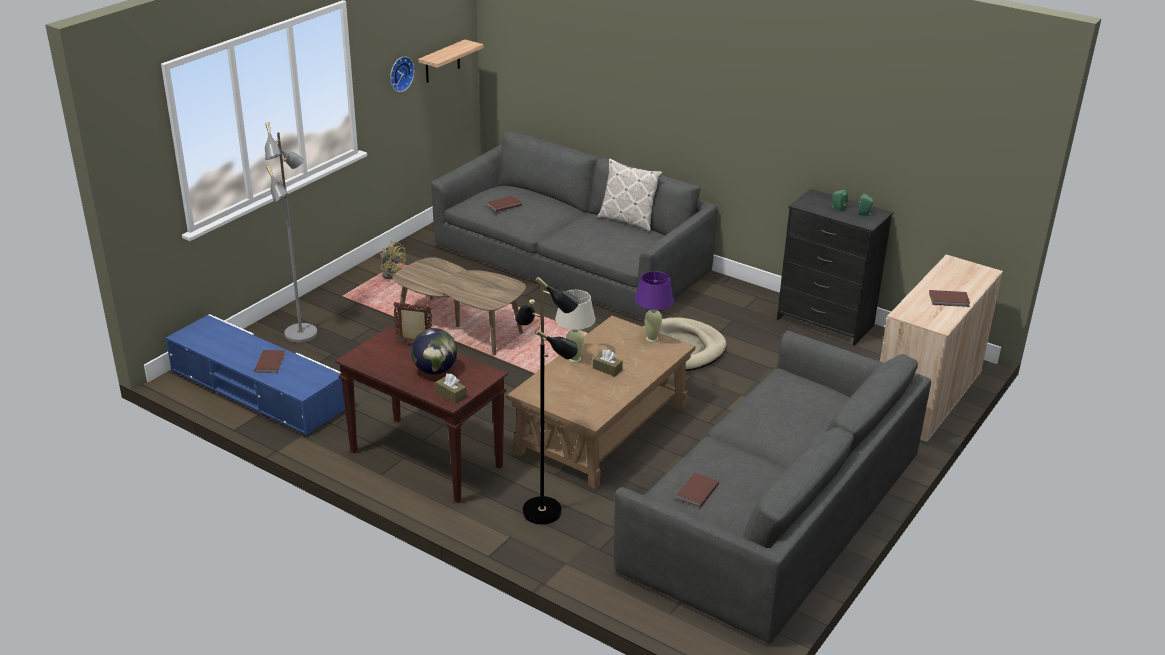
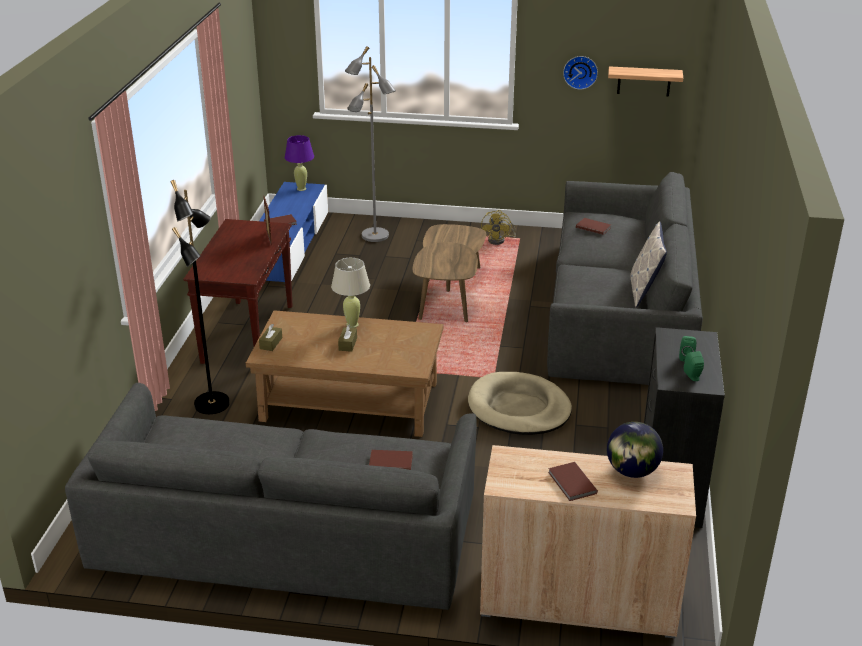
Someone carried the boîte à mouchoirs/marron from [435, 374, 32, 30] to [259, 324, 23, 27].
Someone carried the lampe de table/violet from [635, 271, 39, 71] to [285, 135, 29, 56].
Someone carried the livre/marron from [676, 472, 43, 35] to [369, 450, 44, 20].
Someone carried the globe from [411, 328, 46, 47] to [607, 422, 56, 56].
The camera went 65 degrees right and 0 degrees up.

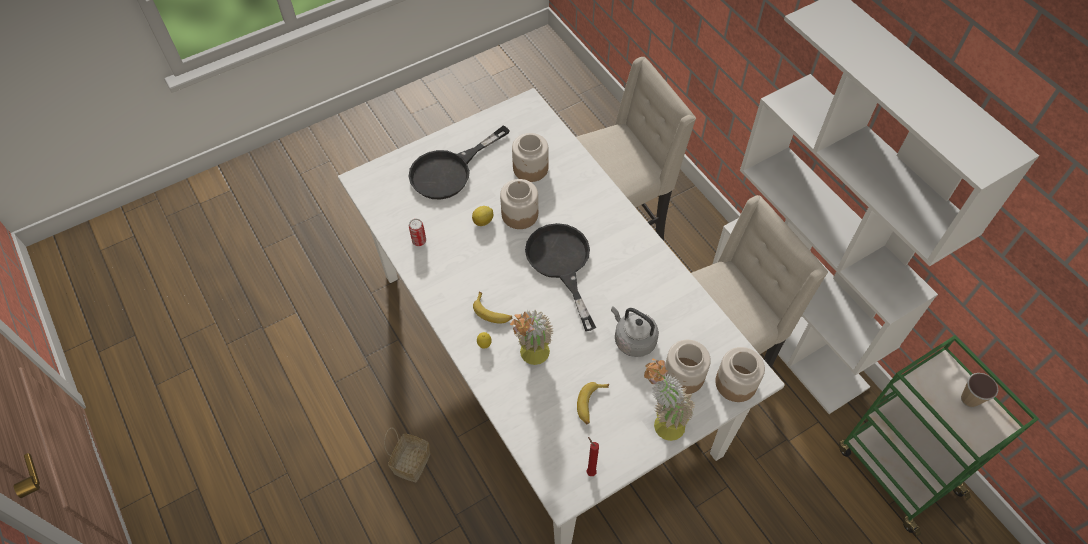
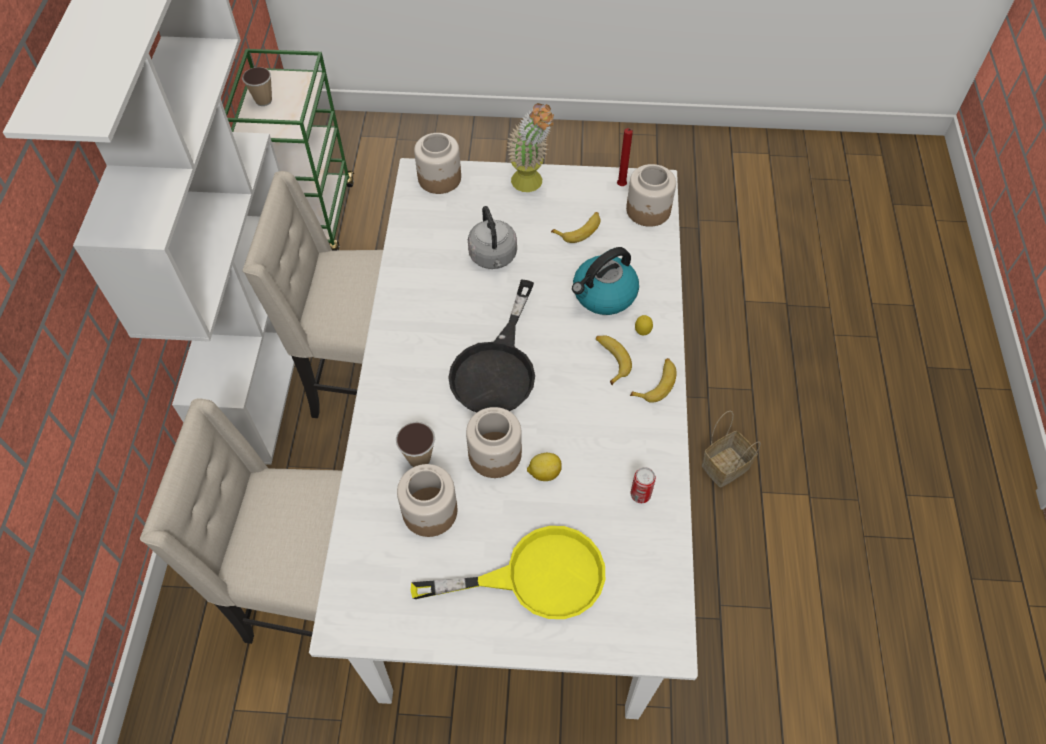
Someone put down the tasse at [396, 422, 39, 45].
Someone repainted the poêle/noir at [408, 125, 102, 74], which became the poêle/jaune at [411, 526, 194, 93].
Someone swapped the plante en pot at [510, 310, 43, 55] for the bouilloire at [572, 247, 67, 68].
Someone carried the bocal from [665, 340, 46, 54] to [626, 164, 50, 63].
Someone put down the banane at [630, 358, 46, 45].
The camera went 145 degrees left and 0 degrees up.

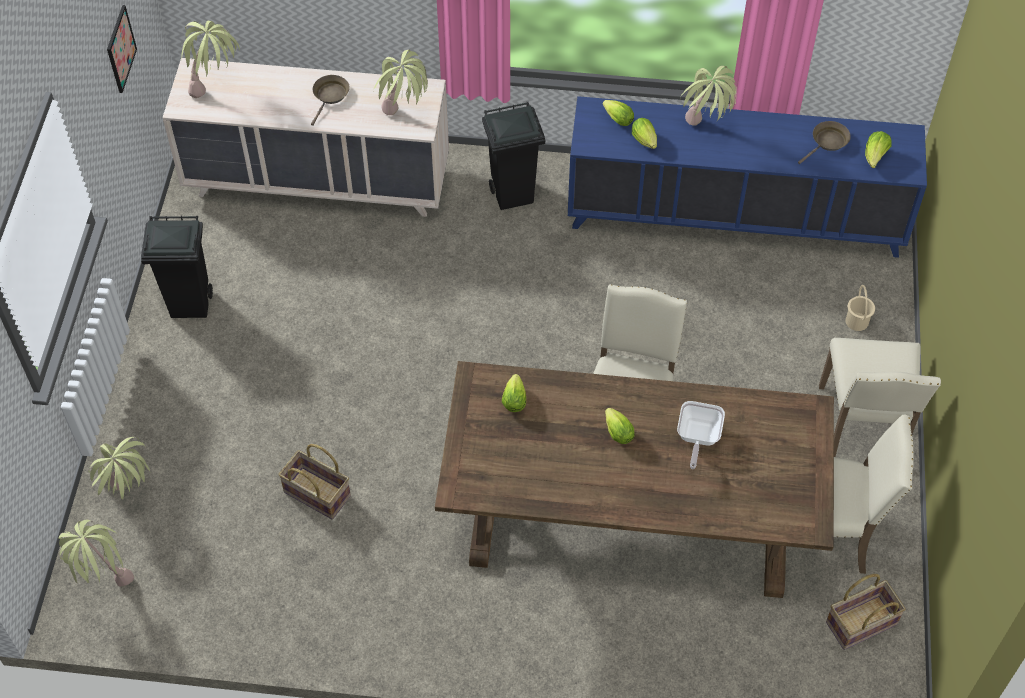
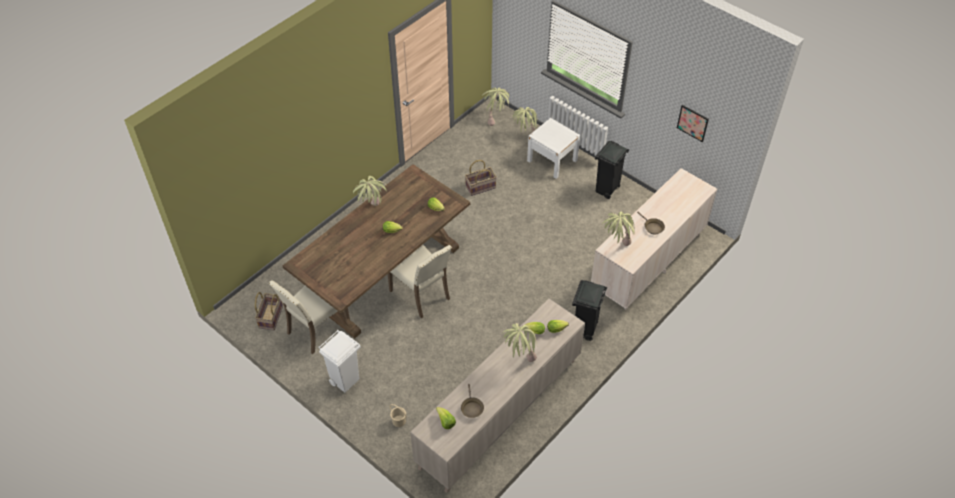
Someone swapped the chaise/beige at [819, 337, 122, 120] for the poubelle/blanc at [319, 330, 42, 63].
Someone carried the plante en pot from [181, 20, 59, 78] to [353, 176, 34, 30].
Someone repainted the meuble de rangement/bleu at [568, 96, 359, 162], which became the meuble de rangement/beige at [410, 298, 175, 195].
Someone put down the table de chevet/blanc at [527, 118, 53, 61].
Someone took away the poêle at [677, 401, 48, 68].
The camera went 125 degrees right and 5 degrees down.

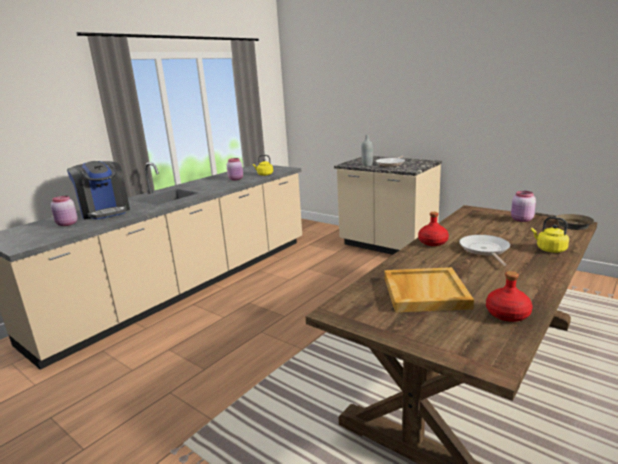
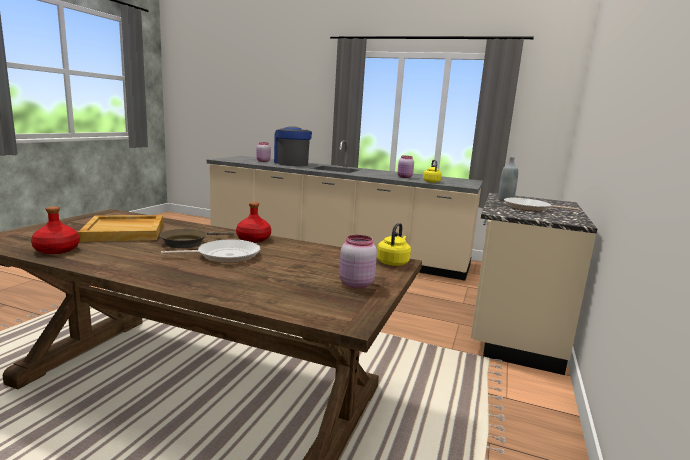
Someone carried the poêle/marron from [535, 212, 59, 18] to [160, 229, 74, 19].
Someone rotated the machine à café at [67, 161, 63, 58] by 120 degrees clockwise.
Someone carried the bouilloire/jaune from [531, 217, 38, 36] to [377, 223, 34, 43].
The camera went 70 degrees right and 5 degrees down.

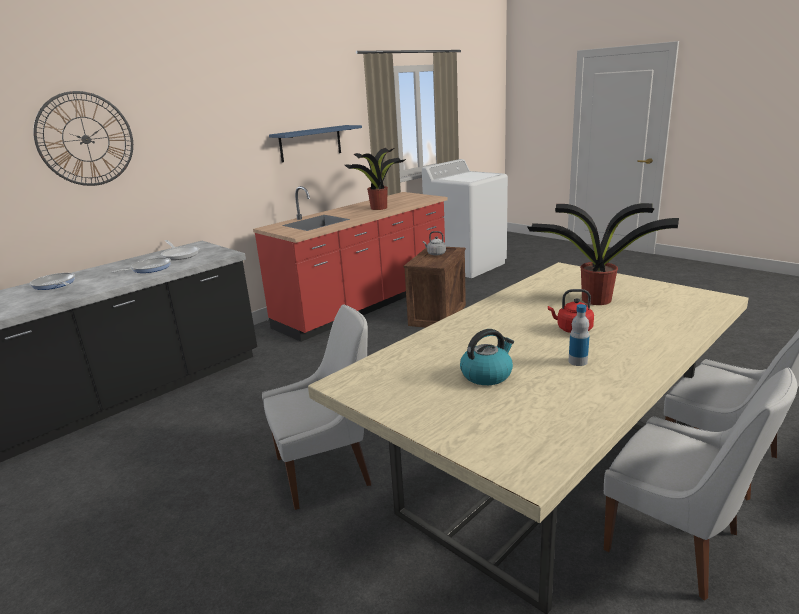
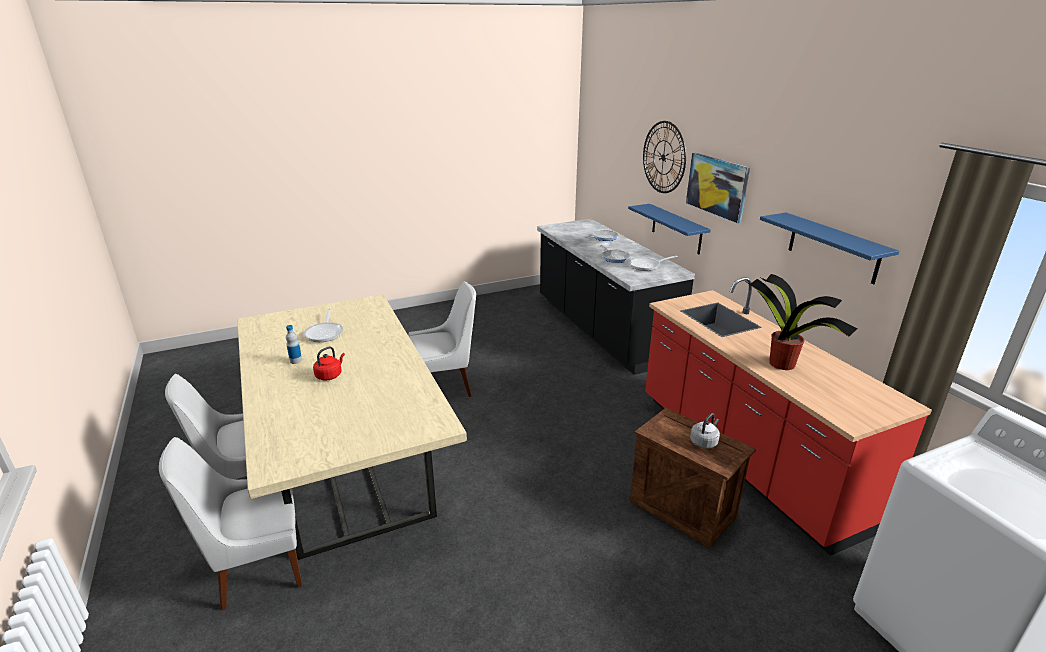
Someone swapped the bouilloire at [460, 329, 54, 56] for the poêle at [304, 308, 39, 34].
Someone rotated the chaise/blanc at [262, 305, 109, 205] by 105 degrees counterclockwise.
Someone put up the étagère/bleu at [628, 204, 83, 50].
Someone put up the tableau at [686, 153, 64, 70].
Someone took away the plante en pot at [528, 203, 151, 102].
The camera went 110 degrees right and 5 degrees up.

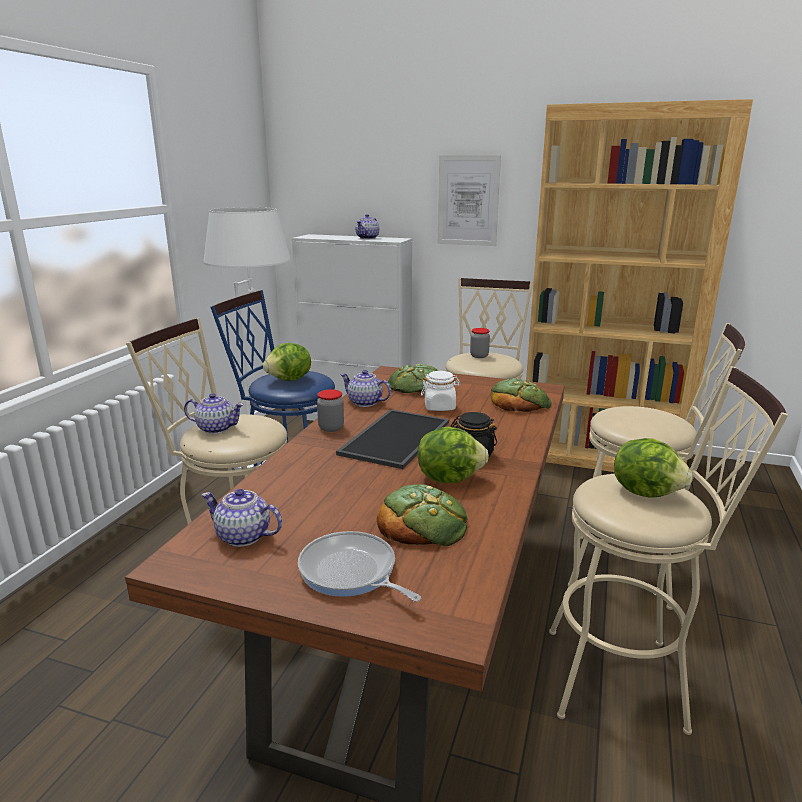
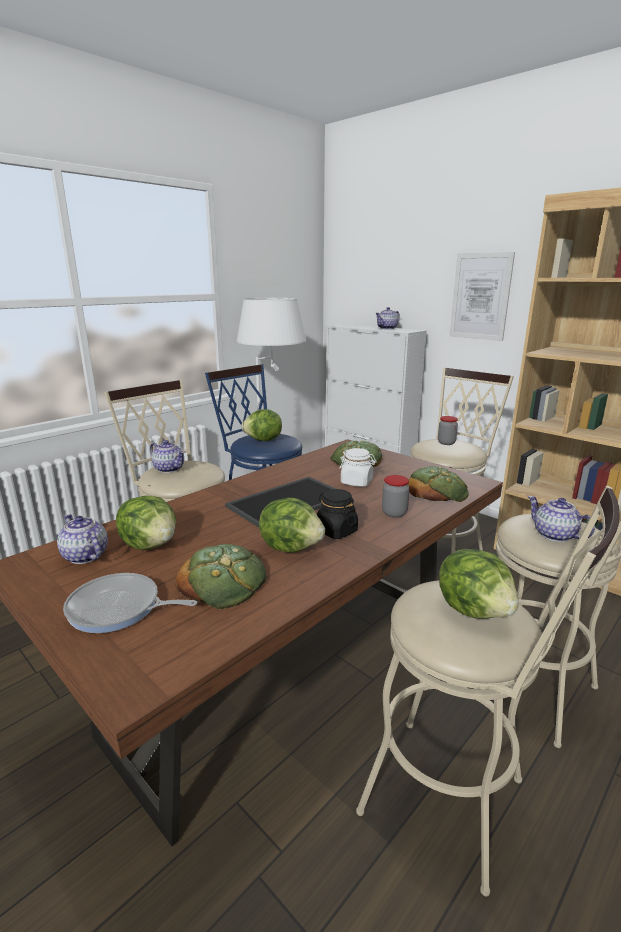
Someone rotated the poêle at [298, 531, 123, 71] by 60 degrees counterclockwise.
Someone put down the laitue at [116, 496, 60, 54].
Someone carried the bocal from [317, 389, 27, 43] to [382, 475, 28, 43].
Someone carried the théière from [340, 370, 51, 37] to [528, 496, 67, 46].
The camera went 25 degrees right and 0 degrees up.

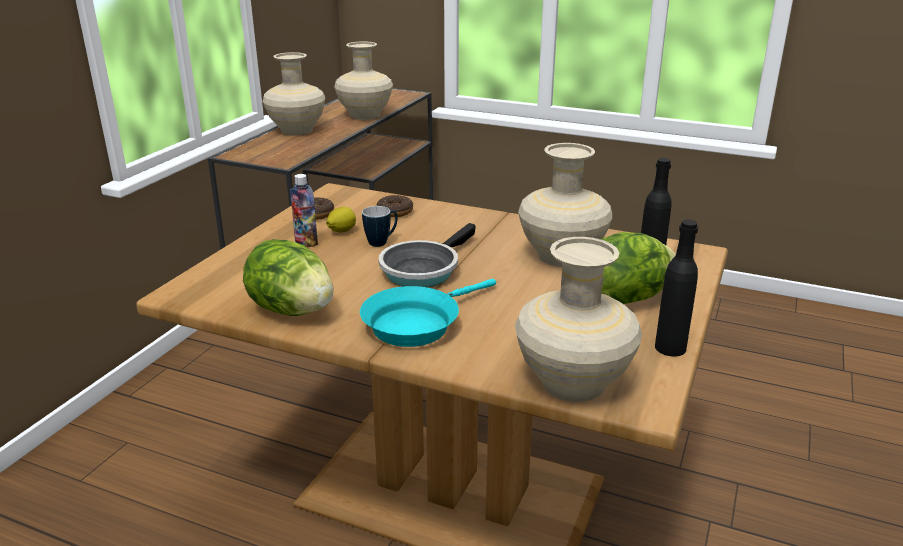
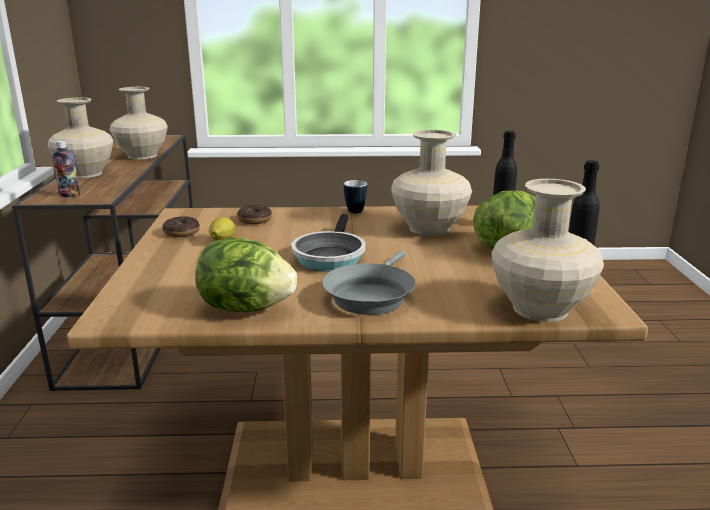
Someone carried the bouteille from [290, 174, 28, 73] to [53, 141, 27, 56].
Someone repainted the poêle/turquoise at [360, 279, 136, 68], which became the poêle/gris at [322, 250, 94, 65].
Someone carried the mug from [362, 206, 36, 41] to [344, 180, 23, 33].
The camera went 25 degrees left and 5 degrees down.

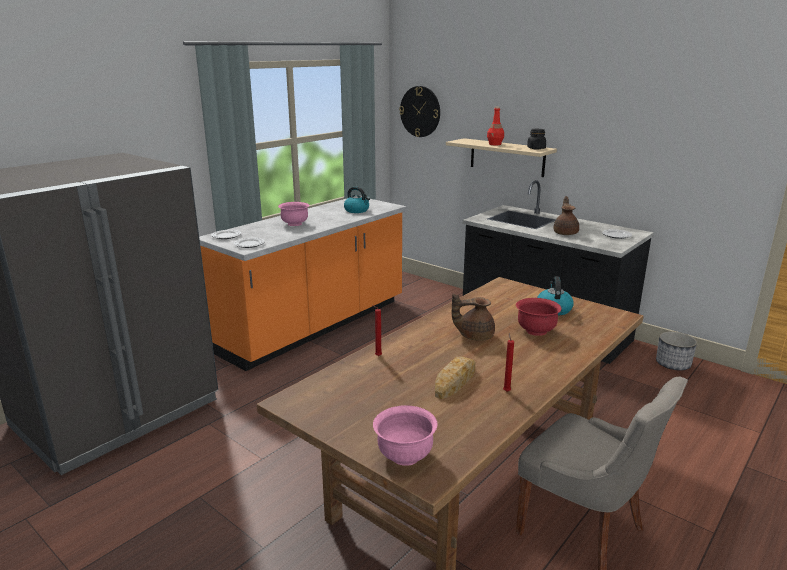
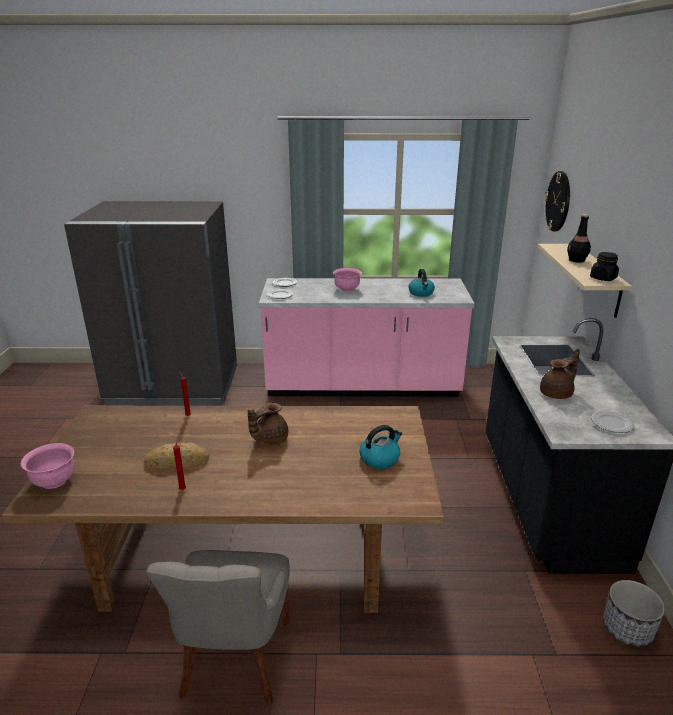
Someone rotated the théière/marron at [452, 294, 43, 47] by 90 degrees counterclockwise.
Someone repainted the comptoir de cuisine/orange at [199, 199, 207, 172], which became the comptoir de cuisine/rose at [259, 278, 216, 119].
Someone repainted the bouteille/rouge at [487, 107, 17, 38], which became the bouteille/noir at [567, 214, 24, 49].
Someone took away the bol/rouge at [516, 298, 46, 38].
The camera went 50 degrees right and 5 degrees up.

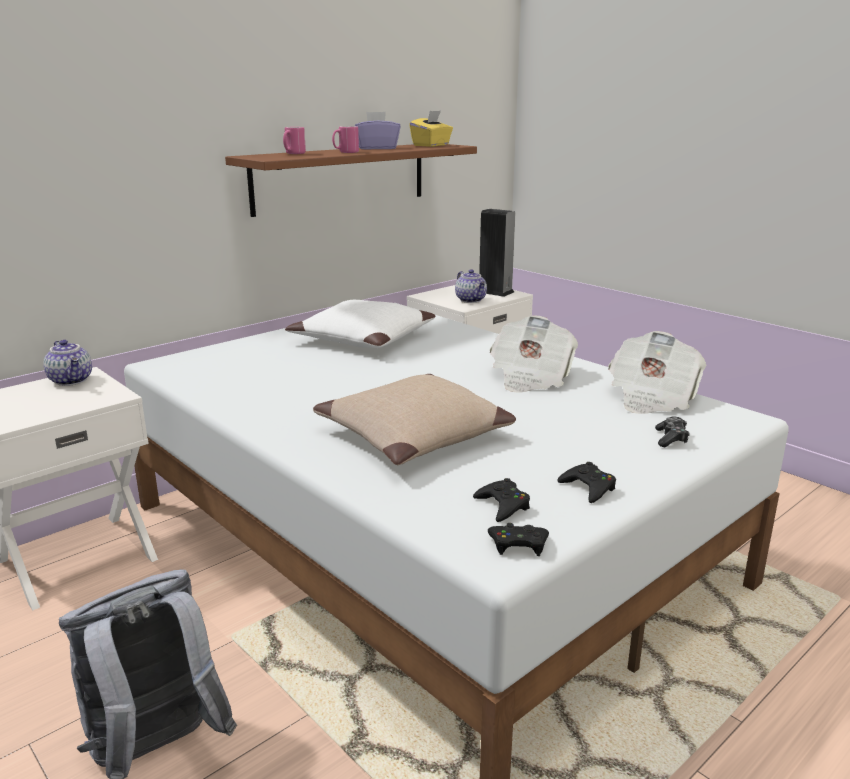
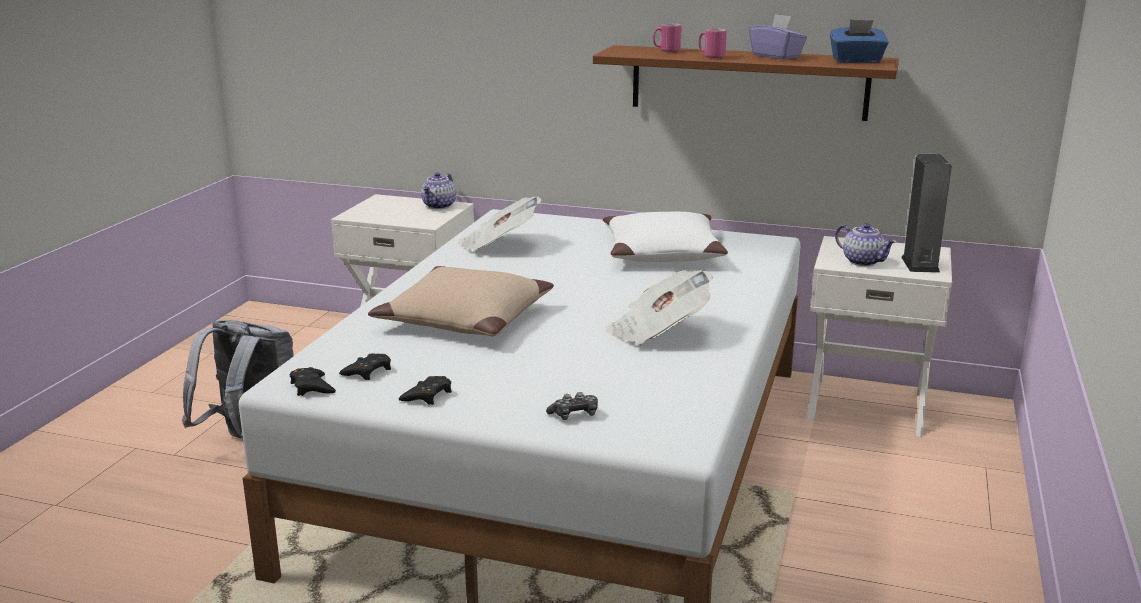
Someone carried the journal from [608, 331, 98, 83] to [458, 197, 84, 54].
Someone repainted the boîte à mouchoirs/jaune at [409, 111, 44, 36], which became the boîte à mouchoirs/bleu at [830, 19, 59, 44].
Someone rotated the théière at [455, 269, 32, 34] by 75 degrees counterclockwise.
The camera went 60 degrees right and 0 degrees up.

